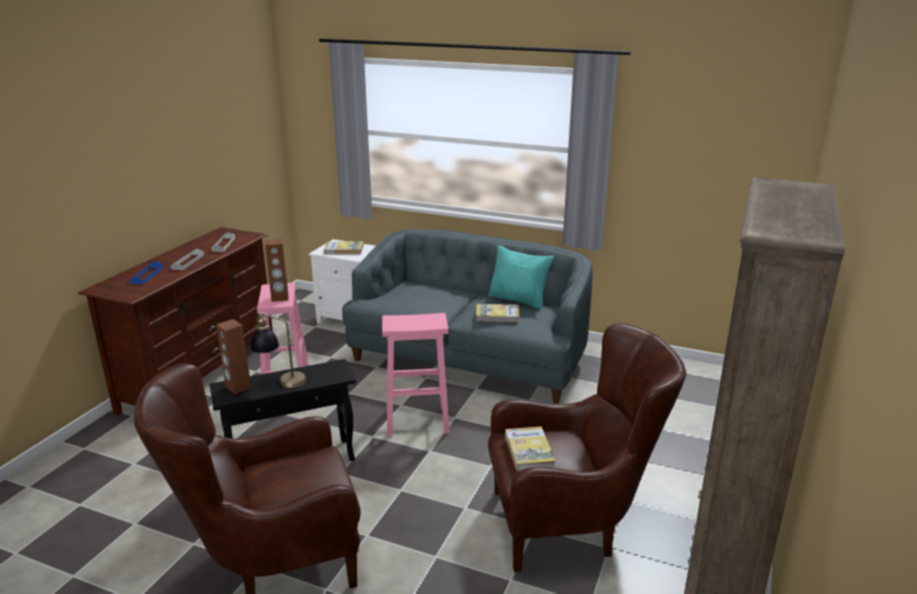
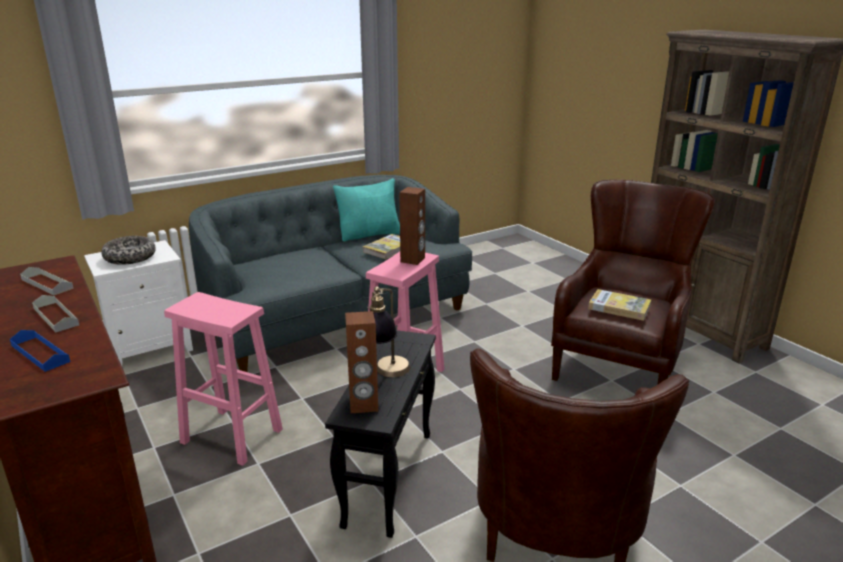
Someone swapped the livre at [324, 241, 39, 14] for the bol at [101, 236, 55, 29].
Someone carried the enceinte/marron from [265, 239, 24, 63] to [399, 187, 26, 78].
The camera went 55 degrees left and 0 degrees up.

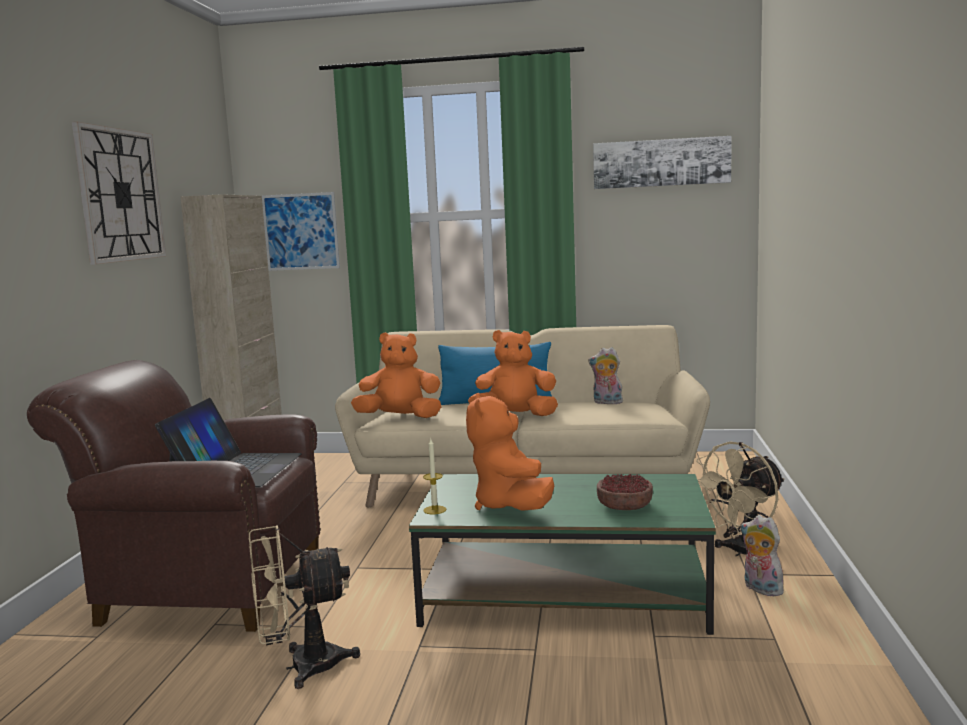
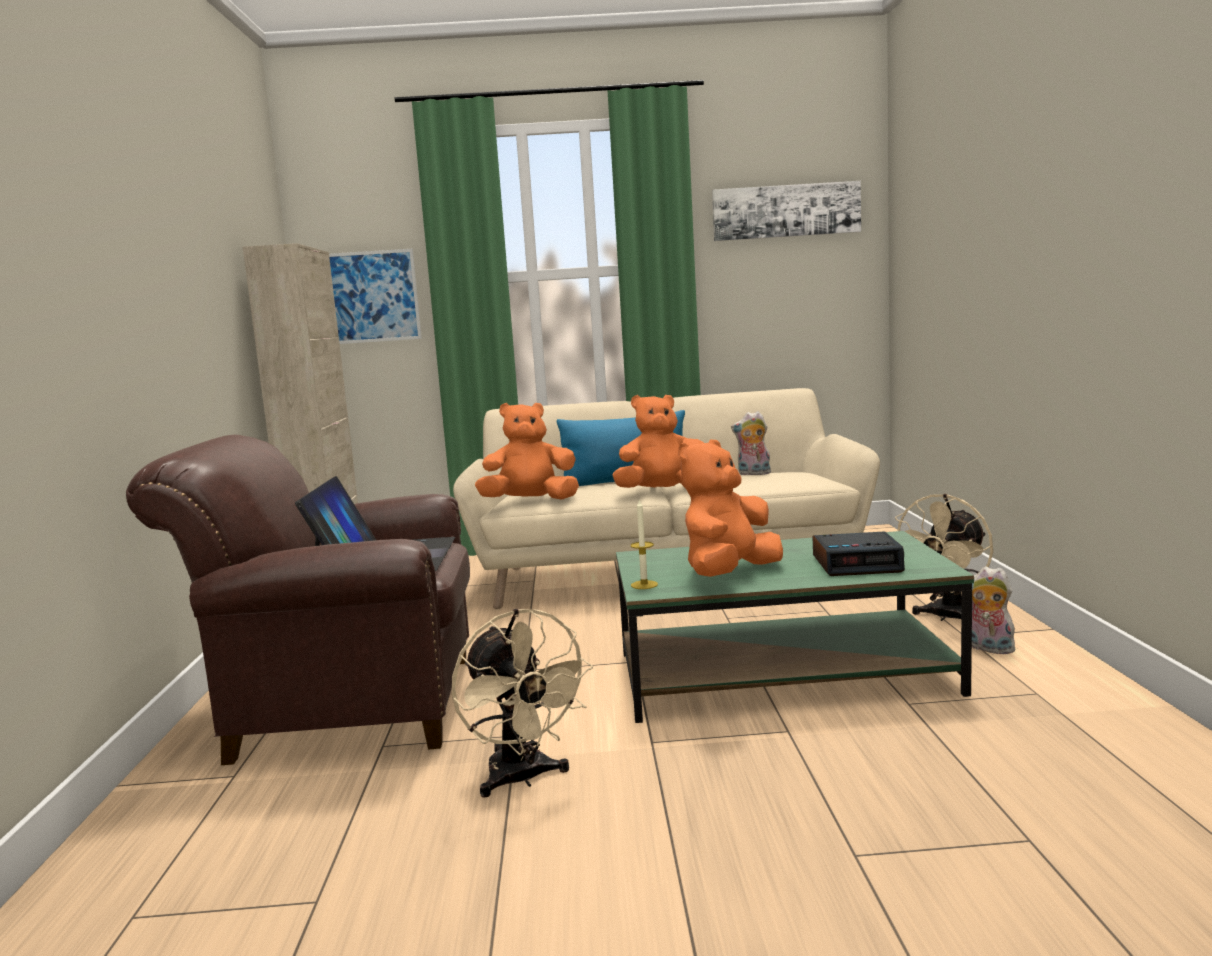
Someone rotated the ventilateur/beige at [249, 525, 111, 164] by 90 degrees counterclockwise.
Someone rotated the peluche/orange at [466, 393, 88, 118] by 60 degrees clockwise.
Someone swapped the bol at [597, 474, 56, 36] for the réveil at [813, 531, 92, 45].
Someone took away the horloge murale at [72, 122, 94, 143].
The camera went 10 degrees left and 0 degrees up.

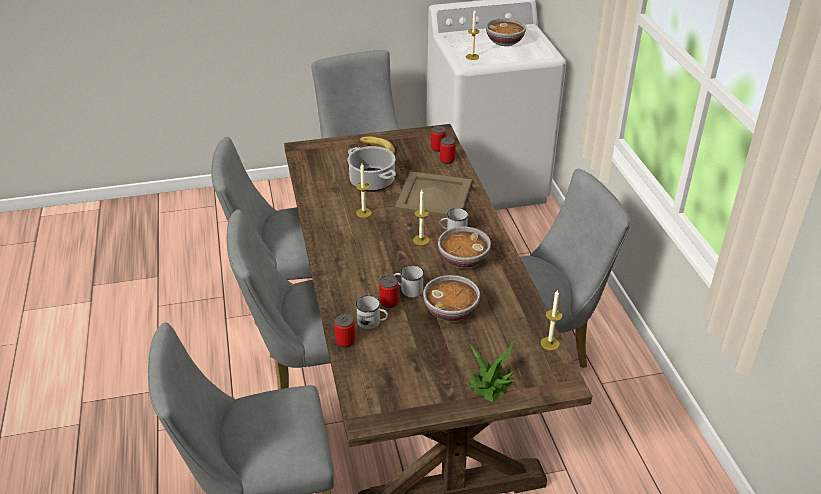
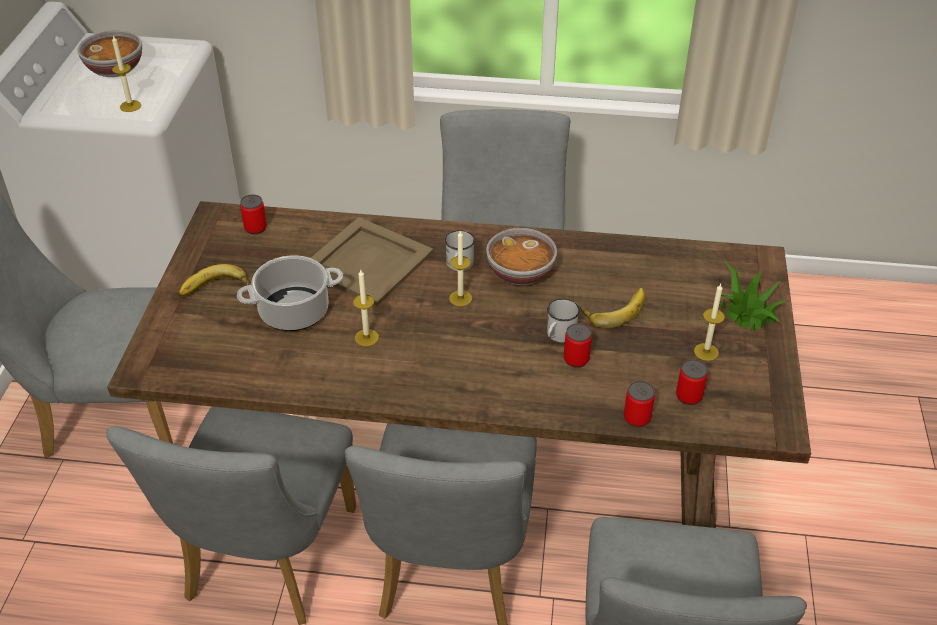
Someone swapped the bol at [423, 275, 57, 47] for the banane at [581, 288, 64, 40].
Someone carried the boîte métallique from [440, 137, 16, 27] to [676, 359, 32, 46].
Someone carried the bougie from [541, 289, 21, 61] to [694, 284, 31, 77].
Someone took away the mug/blanc at [356, 295, 32, 34].
The camera went 70 degrees left and 5 degrees up.

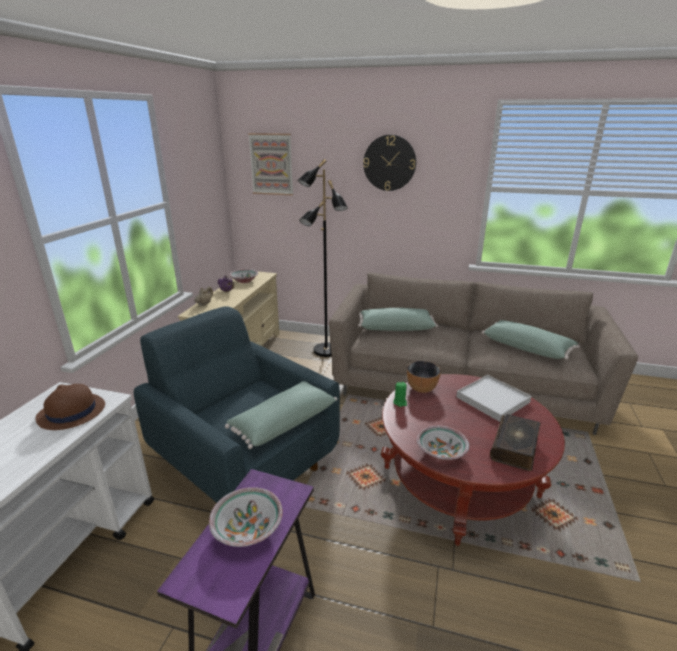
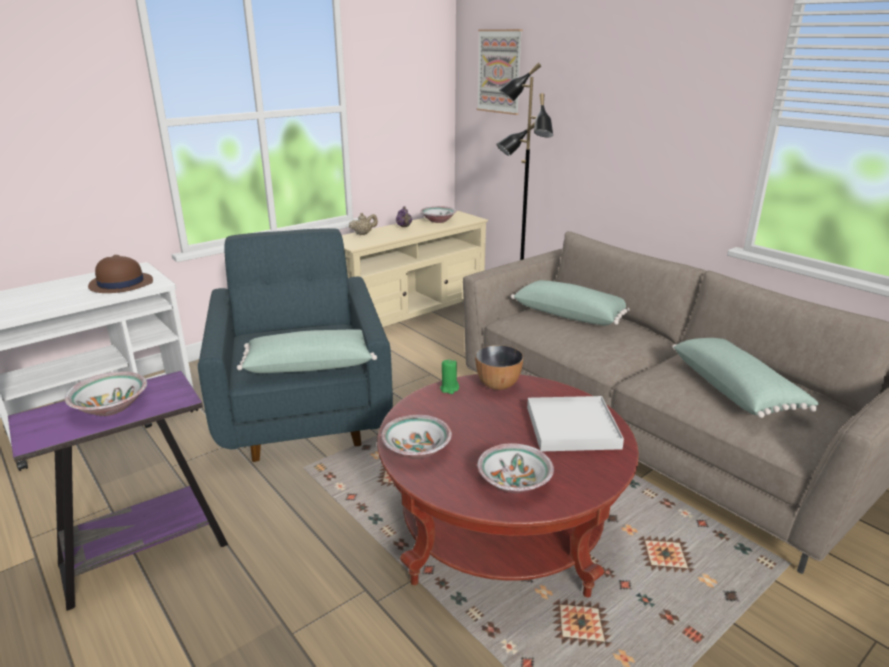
Someone swapped the livre at [490, 414, 50, 57] for the bol at [477, 443, 77, 50].
Someone took away the horloge murale at [363, 135, 53, 56].
The camera went 35 degrees right and 0 degrees up.

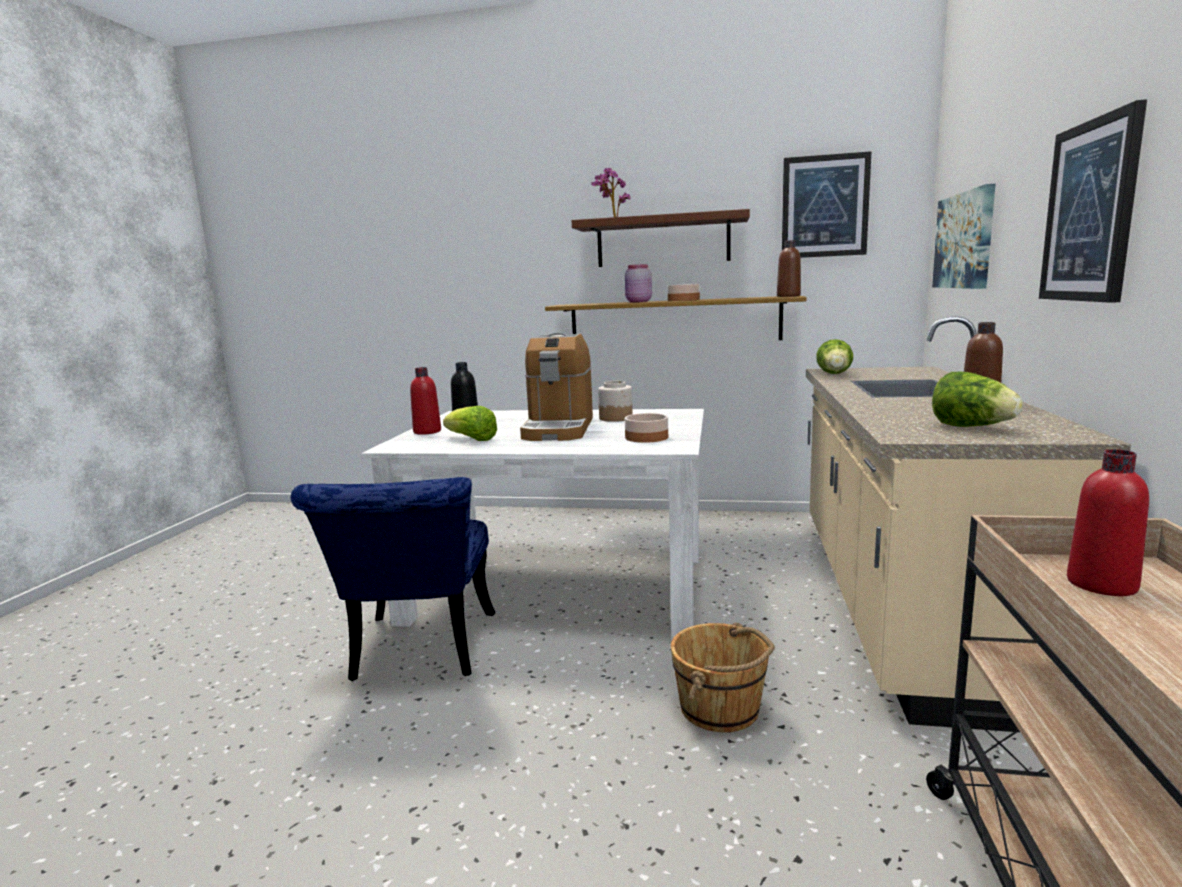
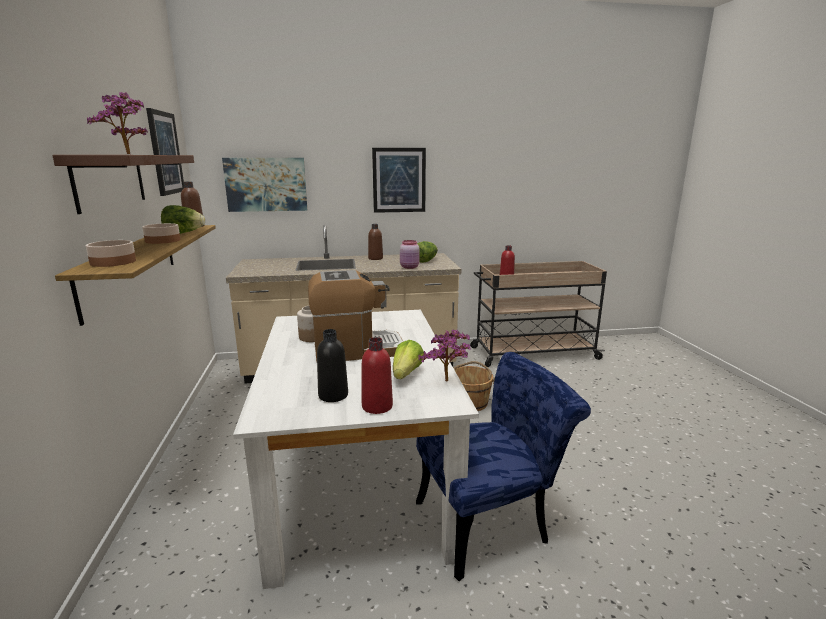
Someone carried the bol from [625, 413, 43, 30] to [86, 240, 50, 27].
Someone carried the laitue from [816, 339, 37, 35] to [161, 205, 44, 29].
Someone carried the bocal/rose from [625, 264, 27, 38] to [400, 240, 20, 29].
Someone put down the plante en pot at [418, 329, 53, 53].
The camera went 110 degrees left and 5 degrees up.

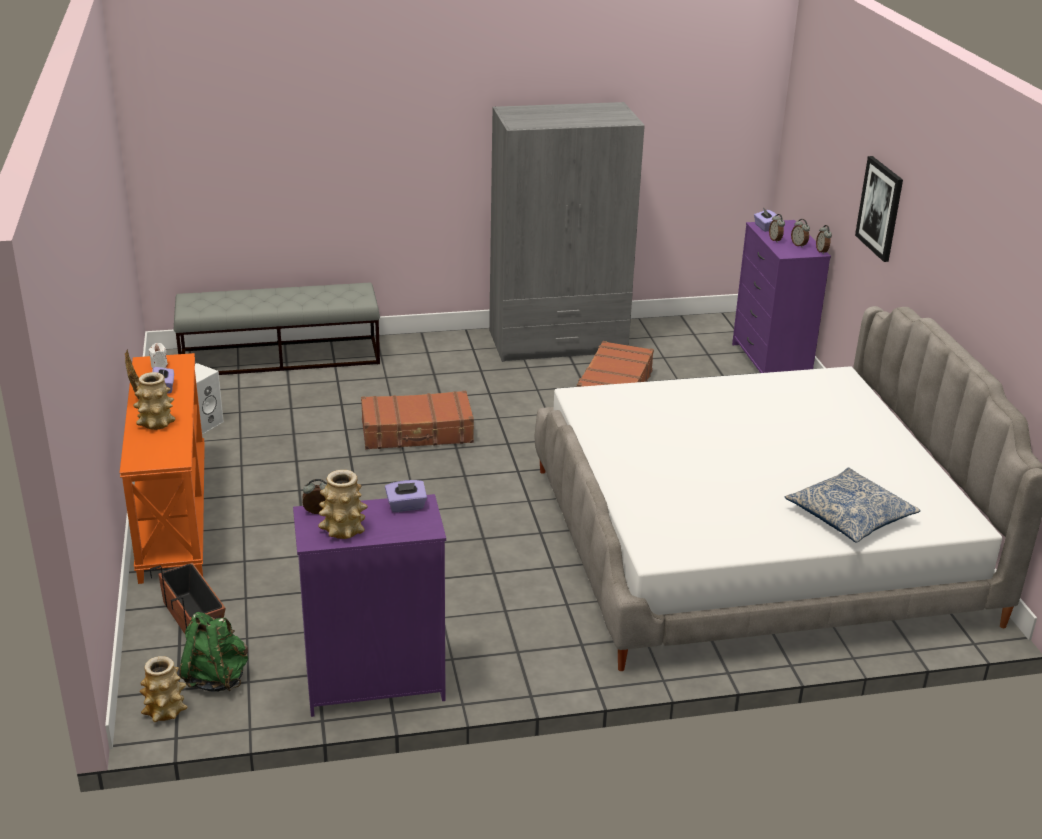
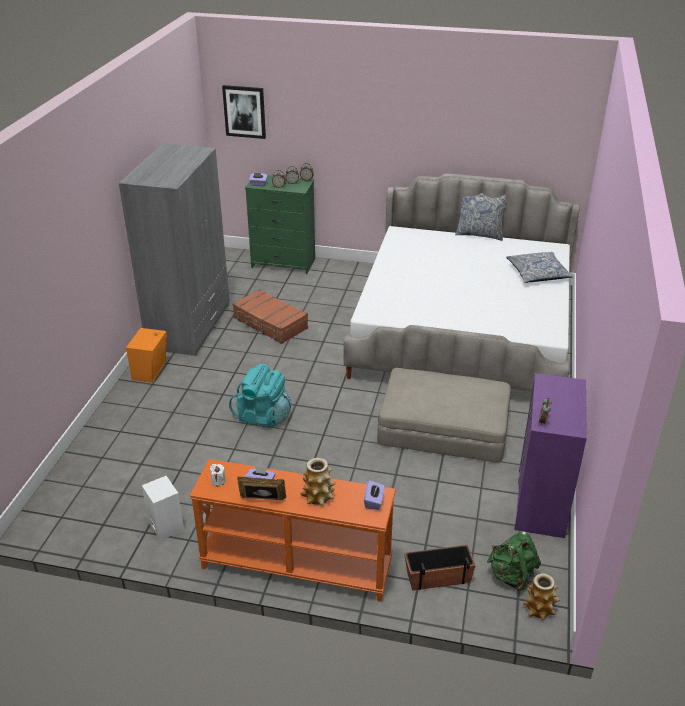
Someone put down the enceinte/orange at [126, 328, 41, 55].
Someone carried the tableau from [855, 156, 48, 106] to [222, 85, 44, 54].
Someone swapped the valise/marron at [361, 391, 113, 58] for the sac à dos/turquoise at [229, 364, 62, 64].
Someone repainted the commode/violet at [732, 220, 99, 153], which became the commode/vert at [245, 175, 70, 99].
Someone carried the boîte à mouchoirs/violet from [385, 480, 42, 32] to [364, 480, 21, 30].
Someone put down the pouf/beige at [377, 368, 134, 95].
Someone put down the coussin at [455, 193, 52, 48].
Someone took away the banc/gris at [173, 283, 207, 92].
Someone took away the vase at [318, 470, 50, 69].
The camera went 65 degrees left and 5 degrees up.

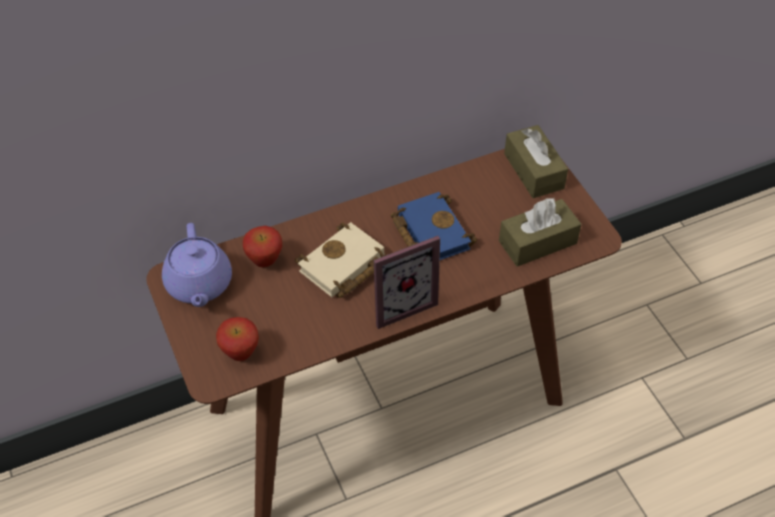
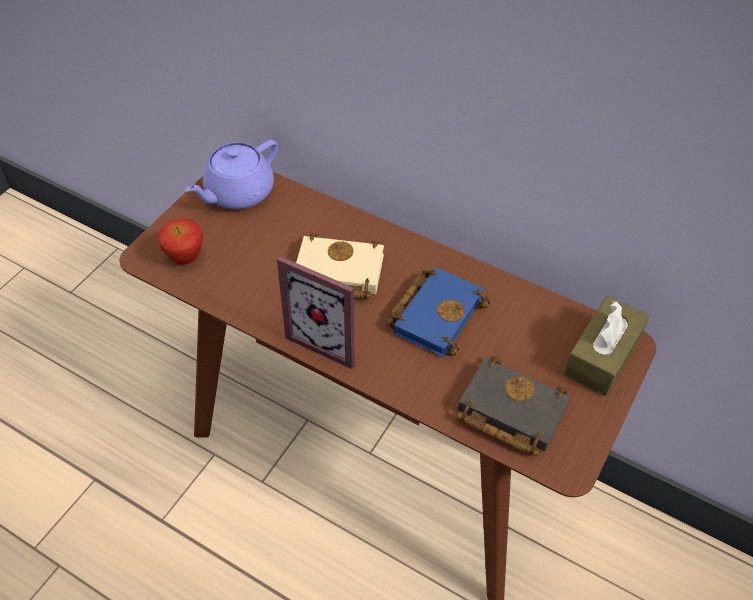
Someone swapped the boîte à mouchoirs/marron at [499, 198, 82, 69] for the livre/noir at [457, 355, 113, 101].
Someone took away the pomme at [243, 226, 39, 41].
The camera went 55 degrees right and 0 degrees up.

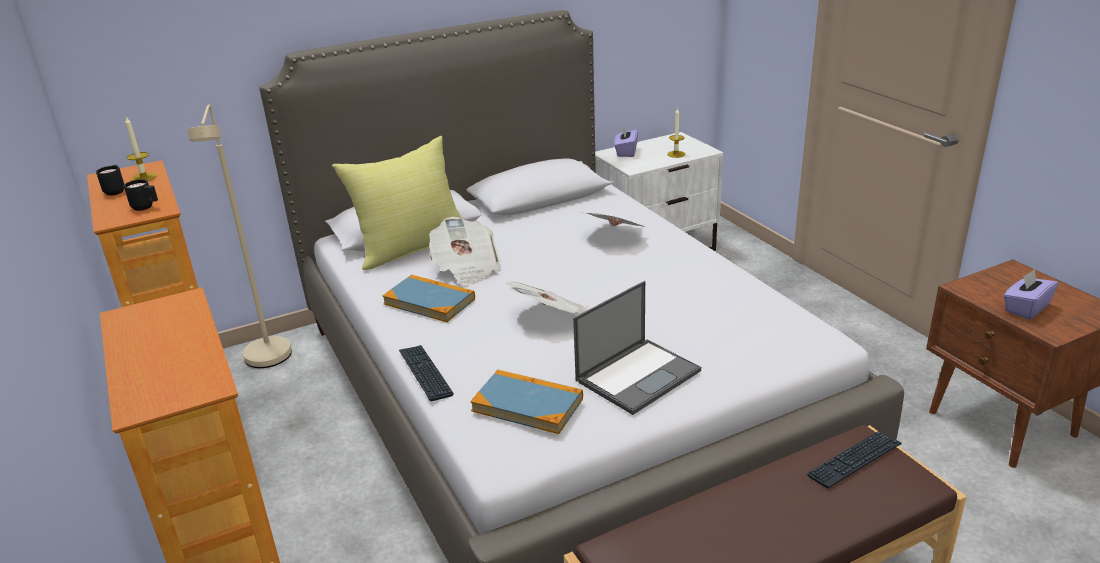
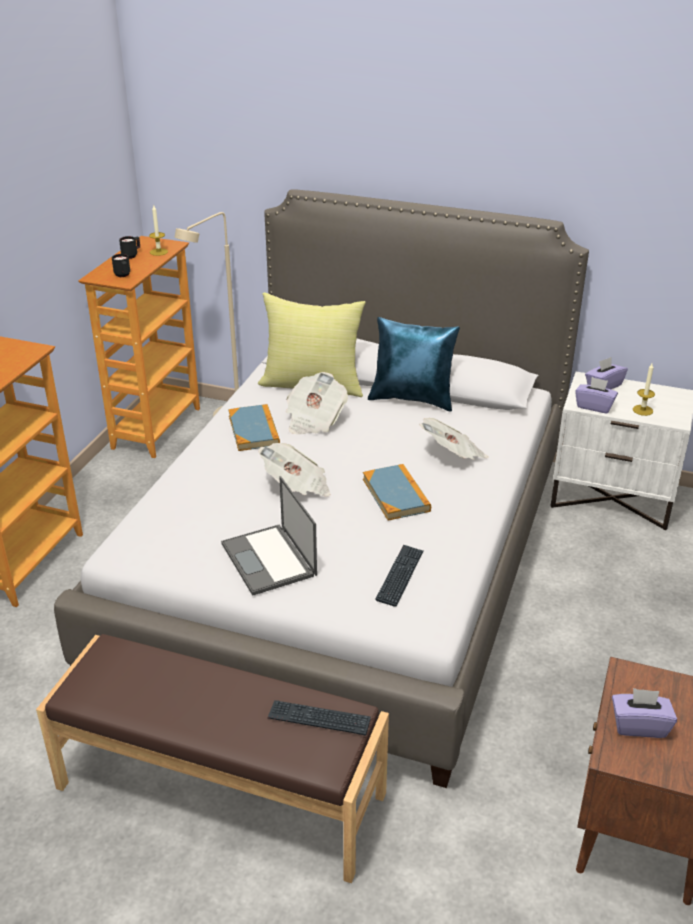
Someone rotated the ordinateur portable at [573, 281, 128, 134] by 60 degrees clockwise.
Someone carried the livre from [470, 370, 113, 64] to [363, 464, 68, 57].
Someone put down the coussin/bleu at [368, 317, 92, 95].
Someone carried the clavier from [399, 345, 55, 56] to [375, 545, 48, 62].
Someone put down the boîte à mouchoirs/violet at [575, 377, 43, 37].
The camera went 45 degrees right and 5 degrees up.

